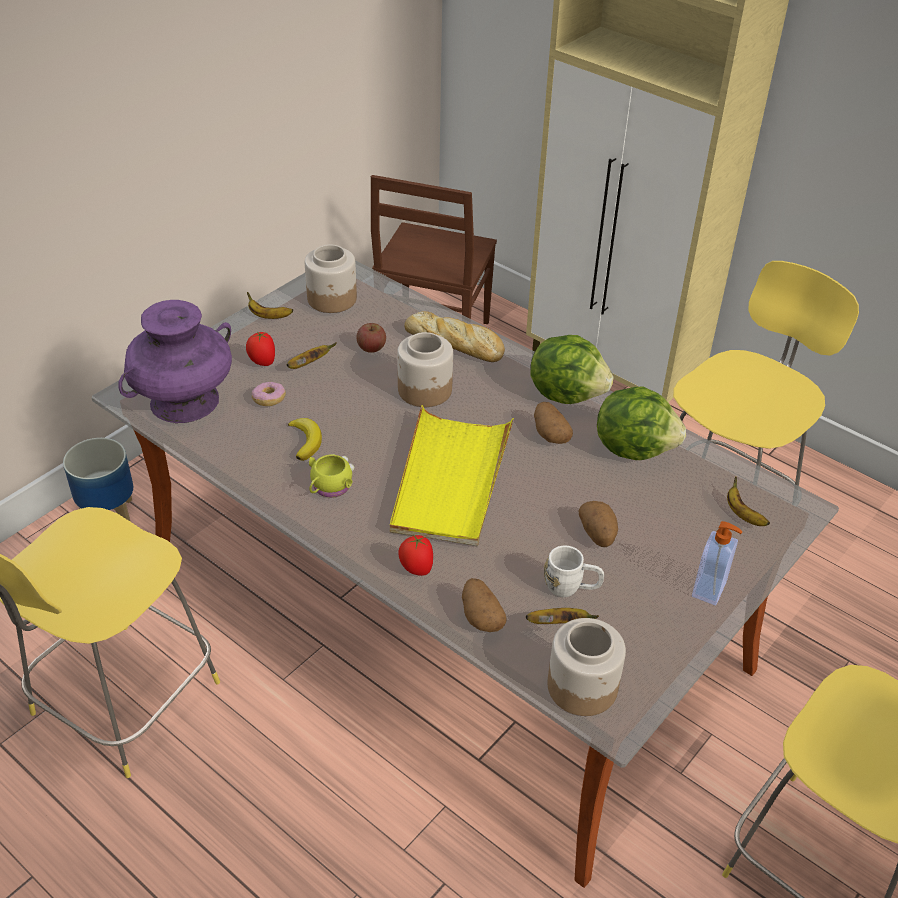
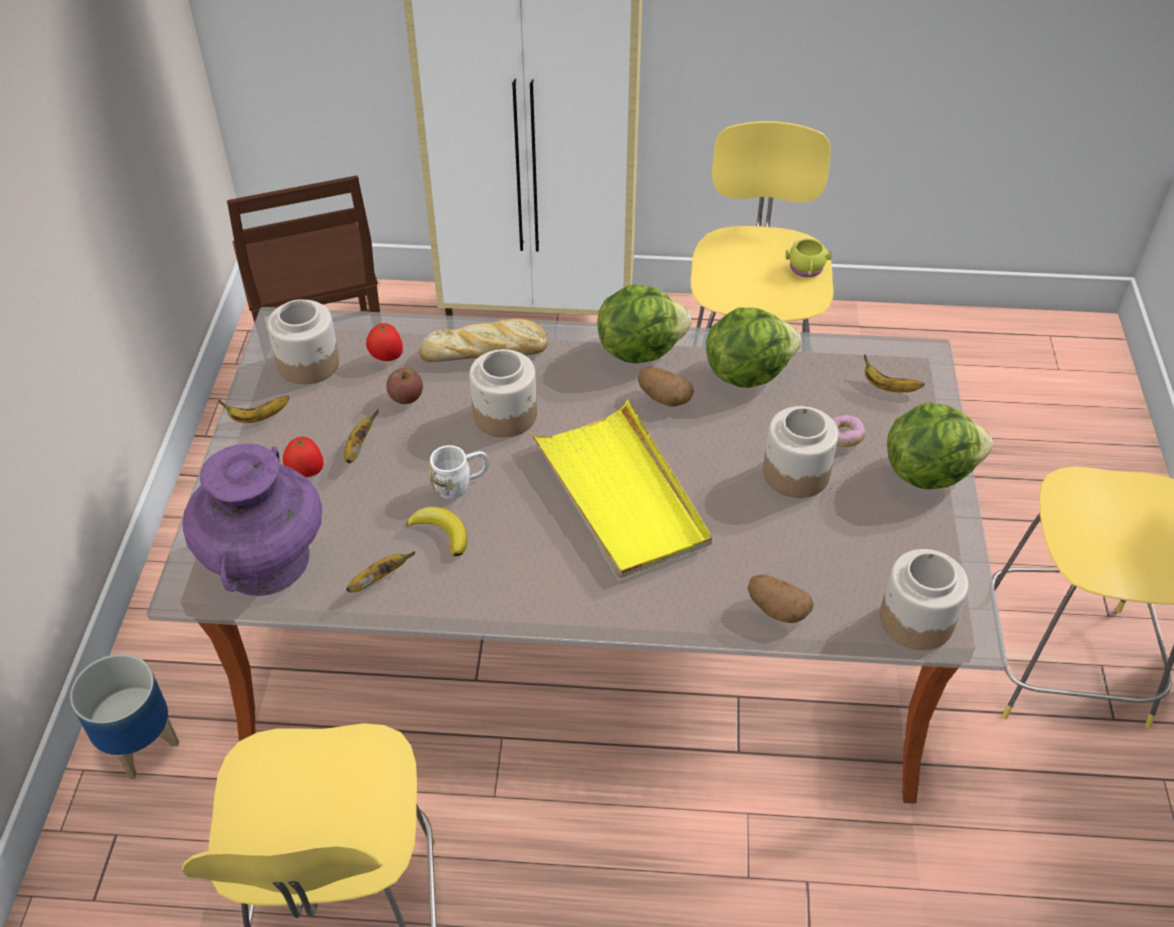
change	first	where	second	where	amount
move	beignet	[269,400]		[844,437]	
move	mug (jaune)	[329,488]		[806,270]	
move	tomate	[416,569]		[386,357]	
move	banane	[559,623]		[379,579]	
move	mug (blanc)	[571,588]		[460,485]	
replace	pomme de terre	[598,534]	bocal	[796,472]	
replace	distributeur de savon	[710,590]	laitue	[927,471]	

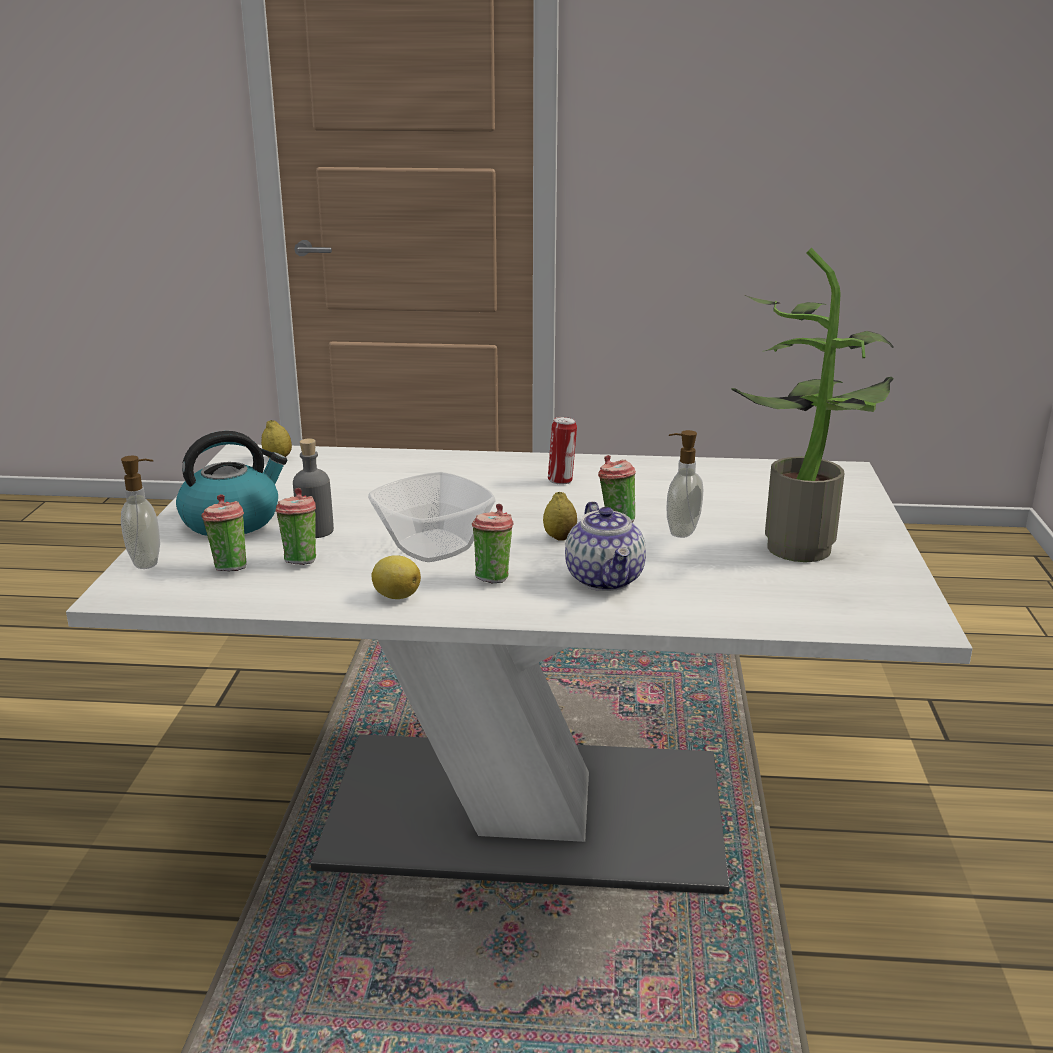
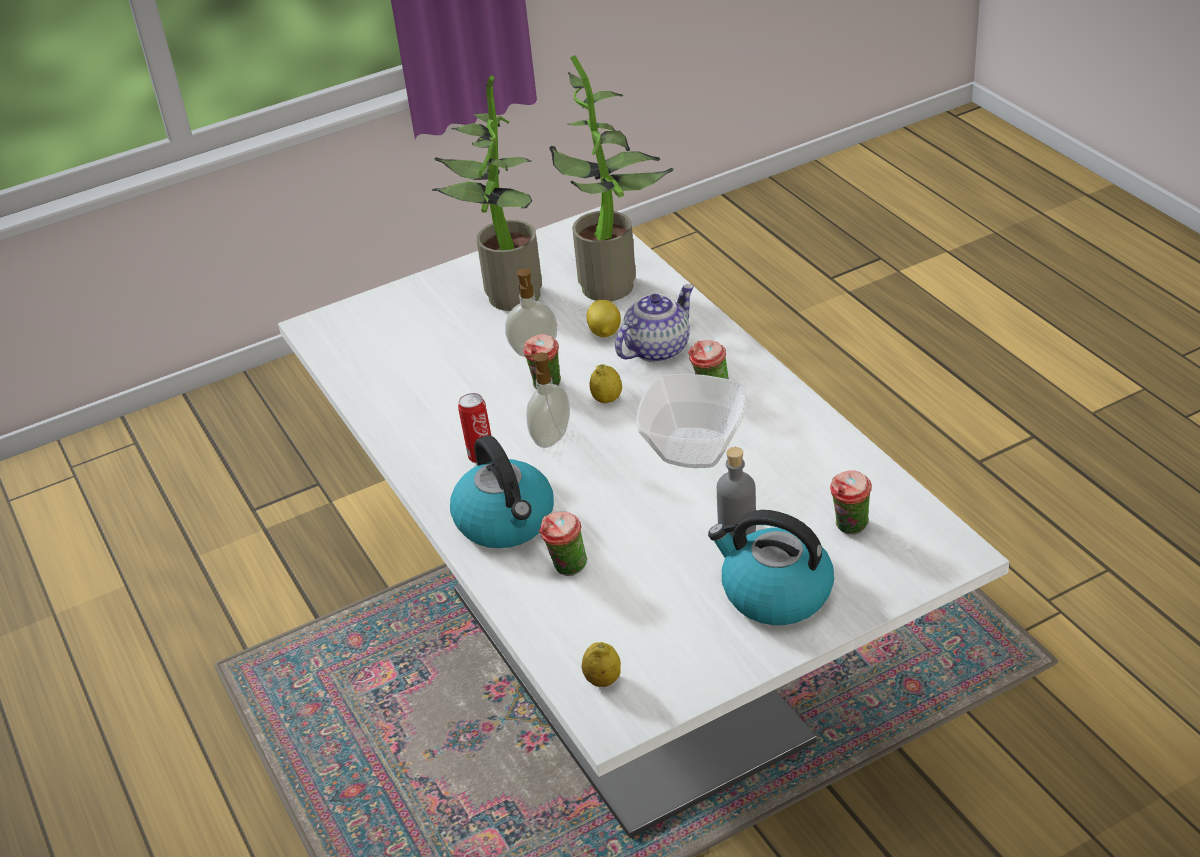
change	first	where	second	where	amount
insert			bouilloire	[506,522]	
insert			plante en pot	[616,284]	
move	distributeur de savon	[147,562]		[550,437]	
move	tasse	[300,560]		[566,570]	
move	citron	[395,595]		[604,333]	

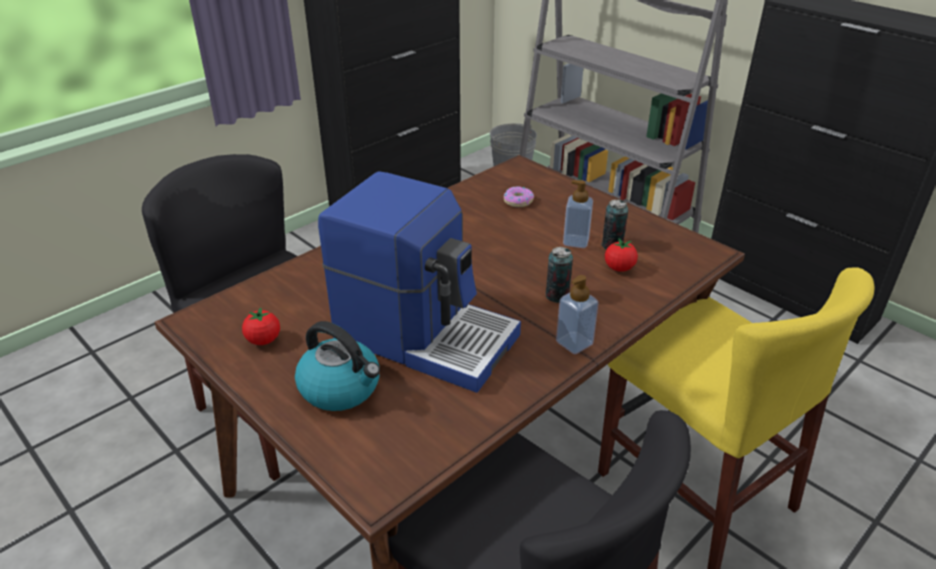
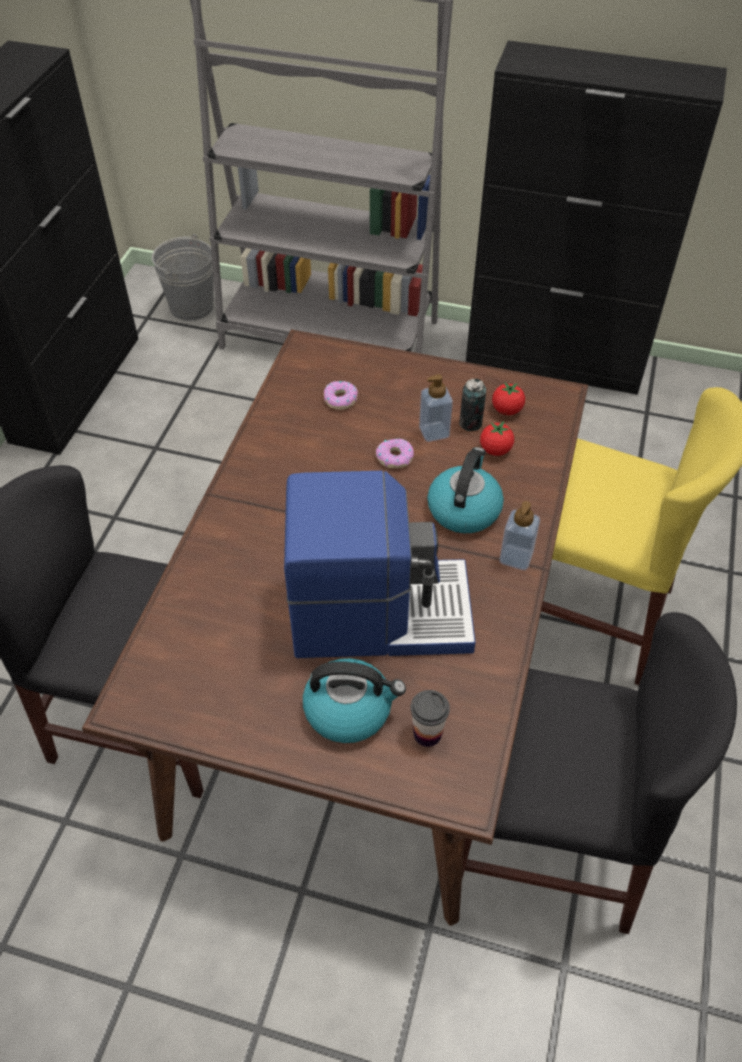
change	first	where	second	where	amount
insert			beignet	[394,457]	
insert			tasse	[427,733]	
move	tomate	[263,340]		[507,410]	
replace	boîte métallique	[557,296]	bouilloire	[464,509]	

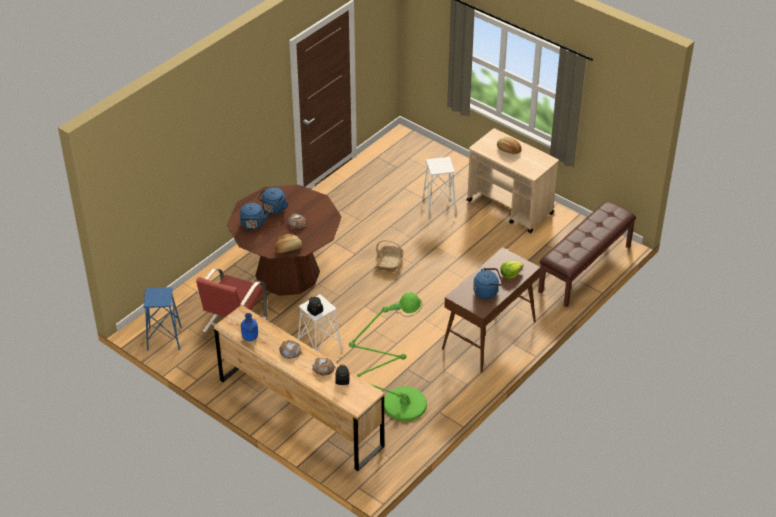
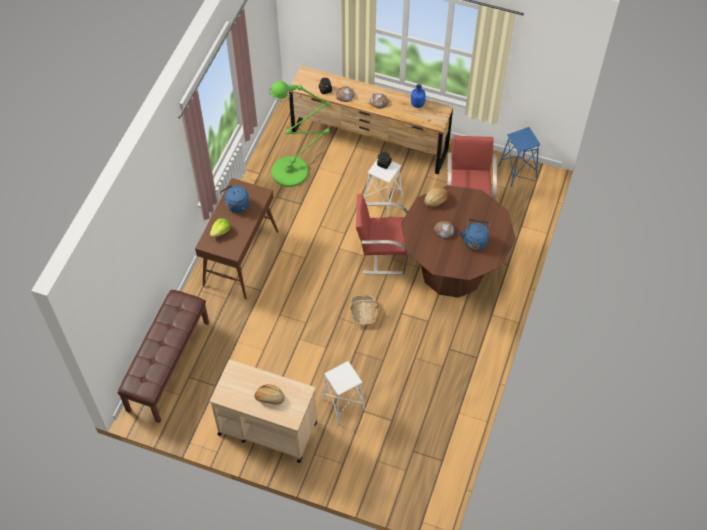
change	first	where	second	where	amount
delete	bouilloire (bleu)	[252,225]			
insert			chaise (rouge)	[382,253]	

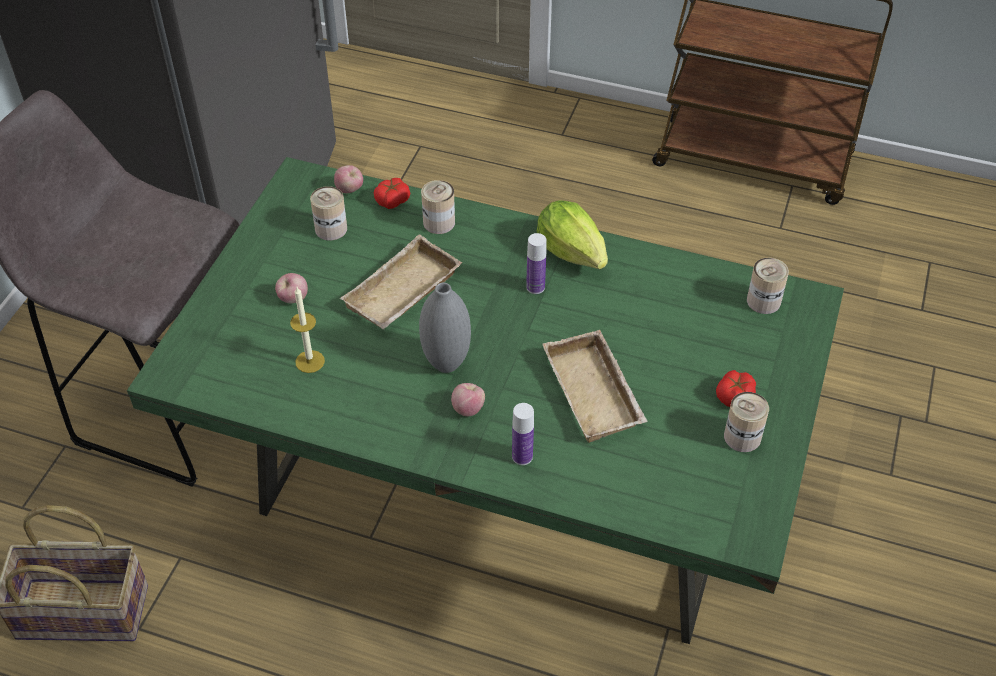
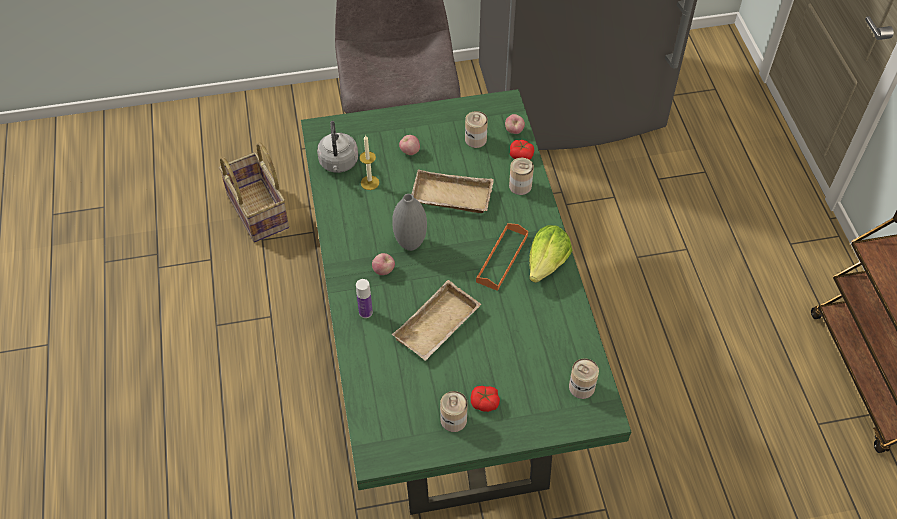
change	first	where	second	where	amount
insert			bouilloire (gris)	[339,163]	
replace	bouteille	[535,287]	plateau (orange)	[502,258]	

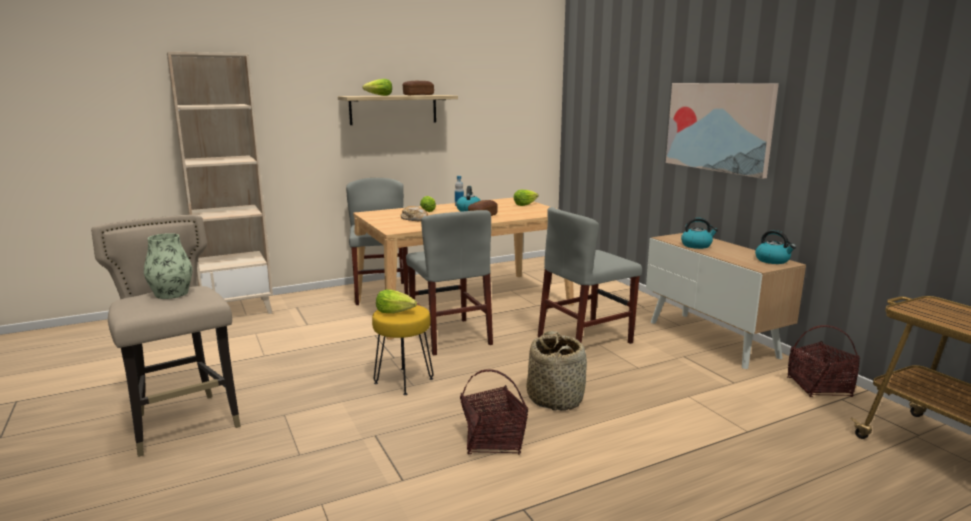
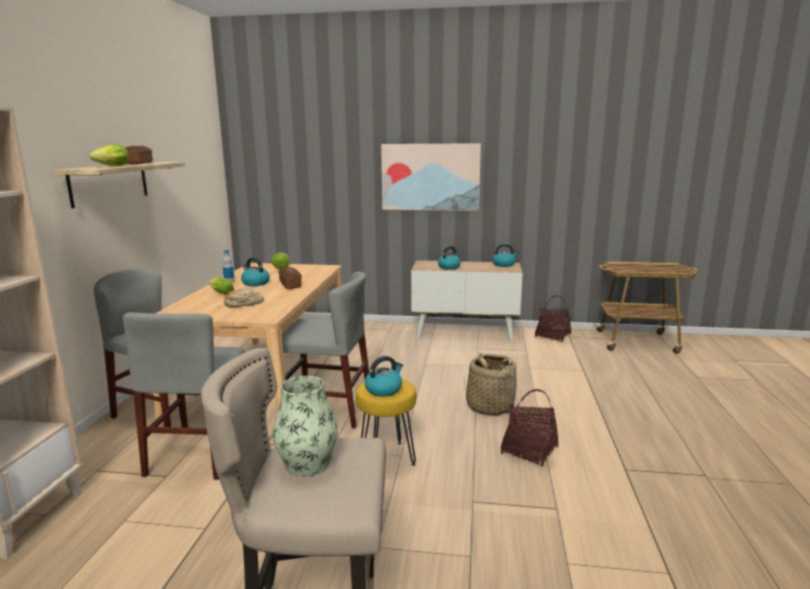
change	first	where	second	where	amount
move	chaise (gris)	[585,339]		[199,452]	
replace	laitue	[395,312]	bouilloire	[384,389]	

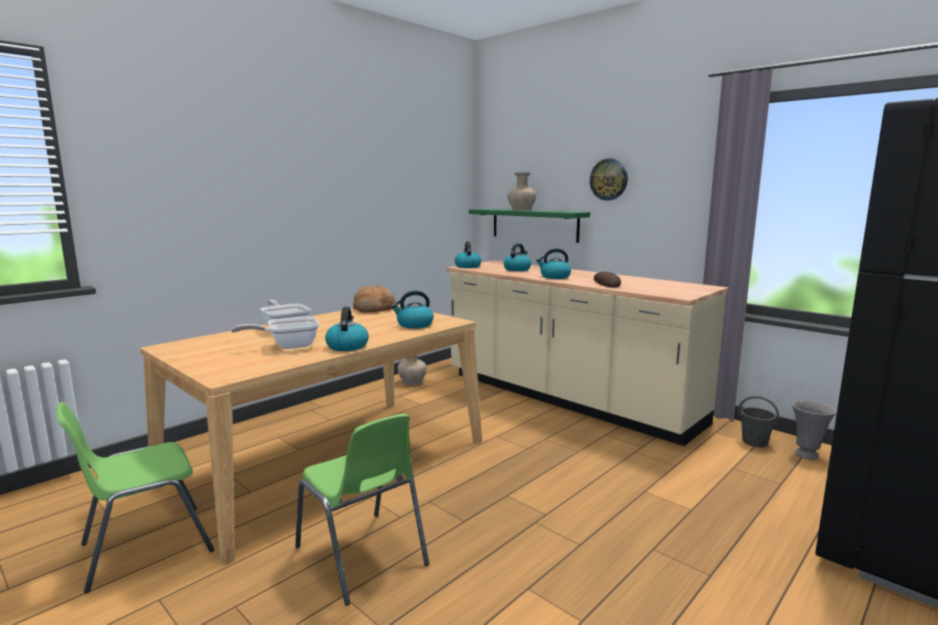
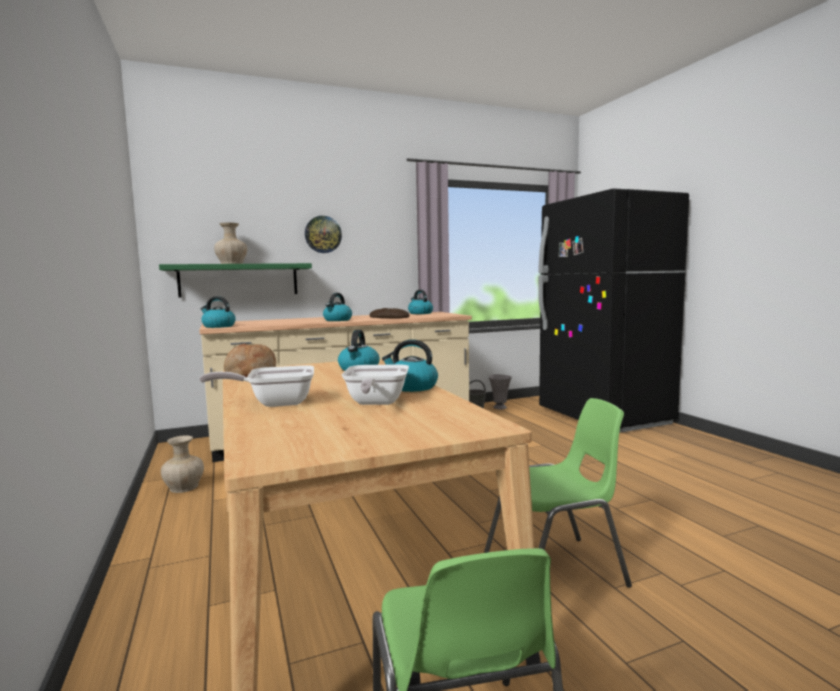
change	first	where	second	where	amount
move	bouilloire	[517,269]		[420,313]	

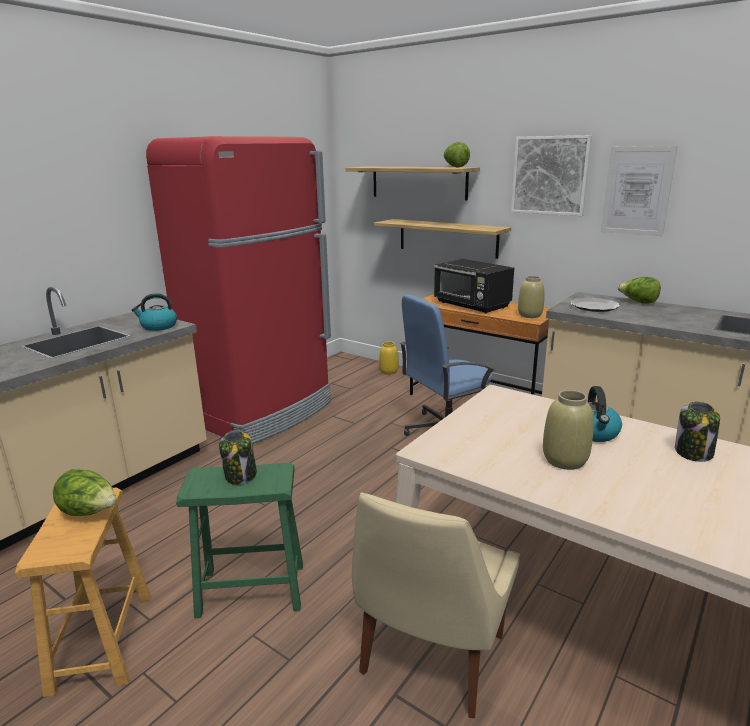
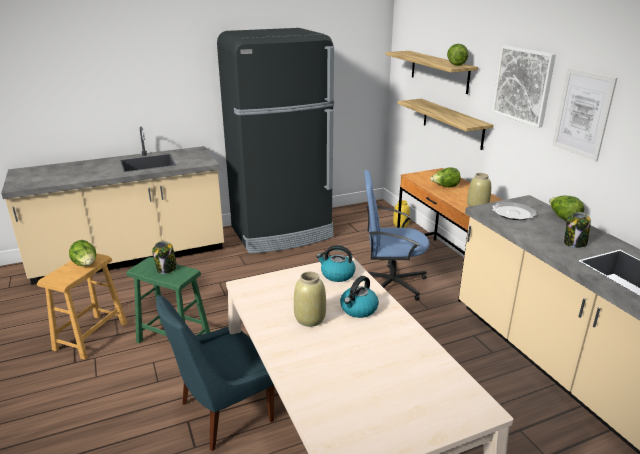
change	first	where	second	where	amount
move	bouilloire	[158,326]		[337,275]	
move	bocal	[693,453]		[574,243]	
replace	micro-ondes (noir)	[472,305]	laitue	[445,187]	
recolor	réfrigérateur (rouge)	[263,412]	réfrigérateur (noir)	[282,233]	
recolor	chaise (beige)	[430,658]	chaise (bleu)	[223,413]	

